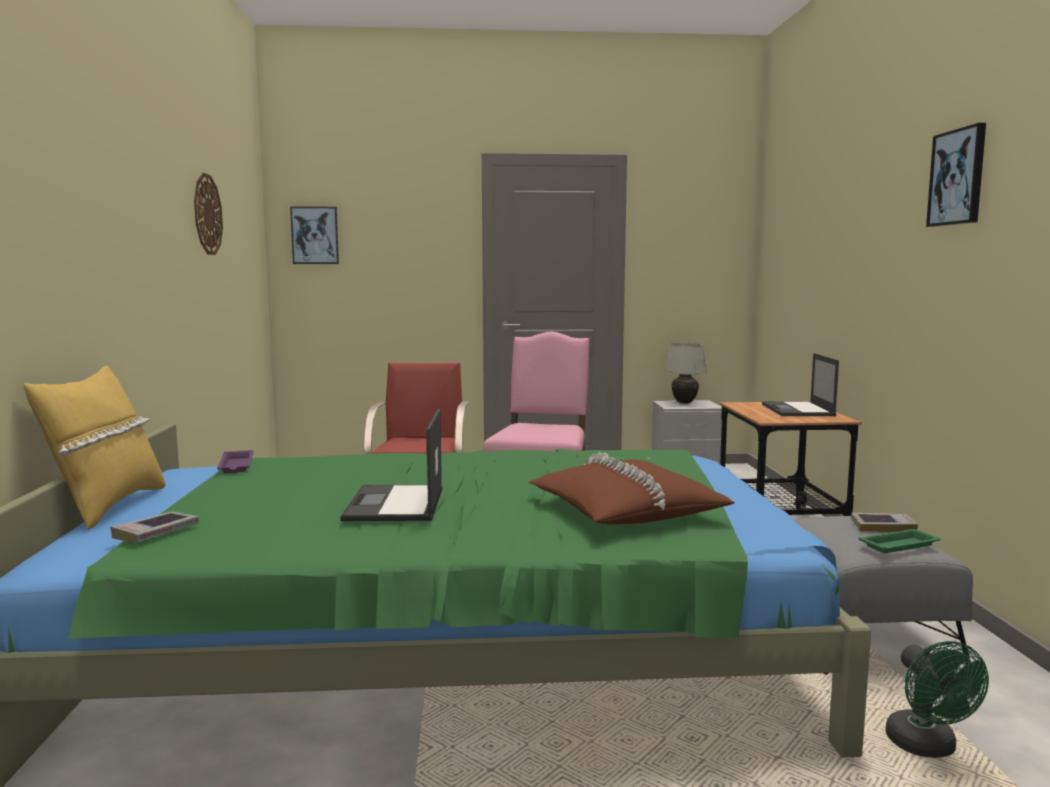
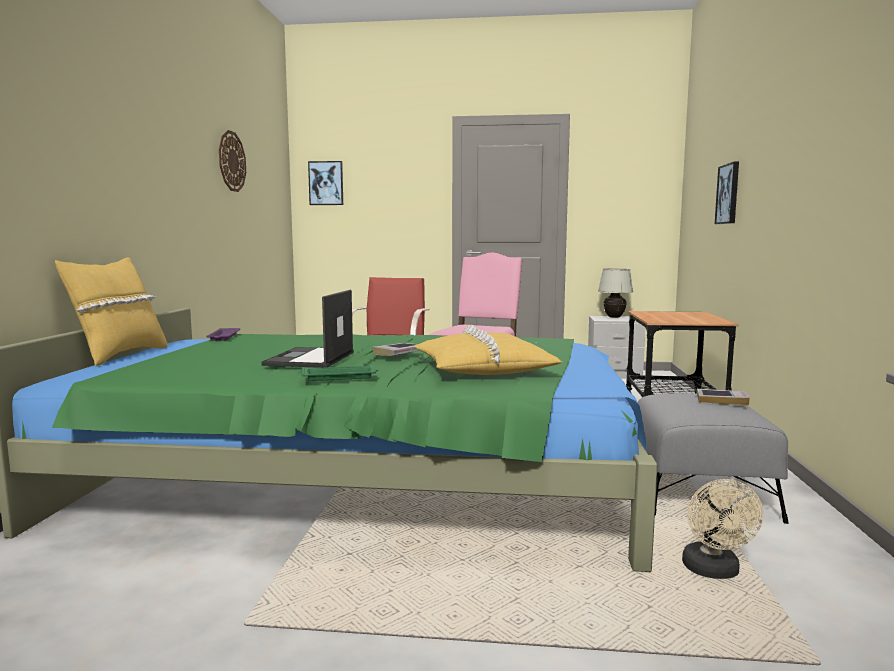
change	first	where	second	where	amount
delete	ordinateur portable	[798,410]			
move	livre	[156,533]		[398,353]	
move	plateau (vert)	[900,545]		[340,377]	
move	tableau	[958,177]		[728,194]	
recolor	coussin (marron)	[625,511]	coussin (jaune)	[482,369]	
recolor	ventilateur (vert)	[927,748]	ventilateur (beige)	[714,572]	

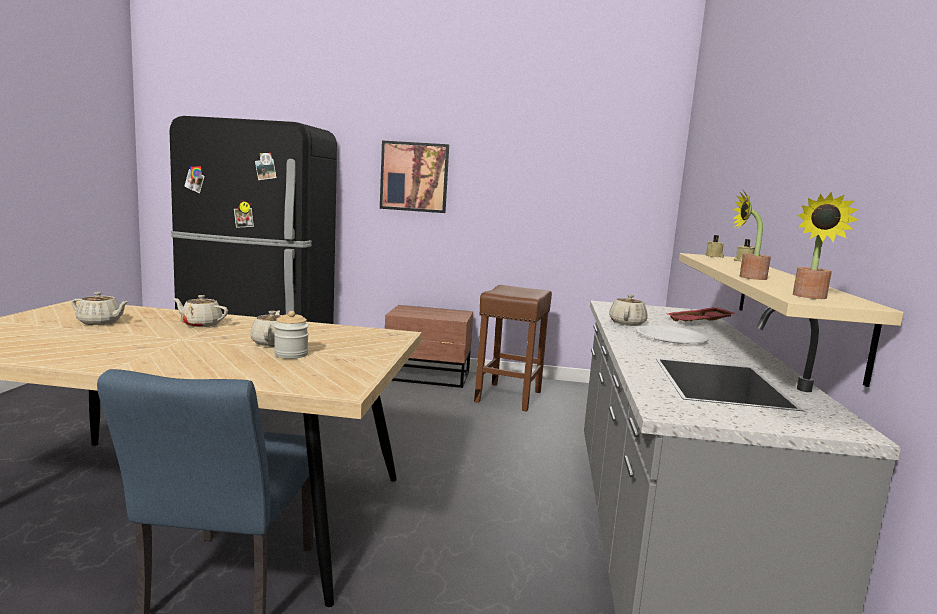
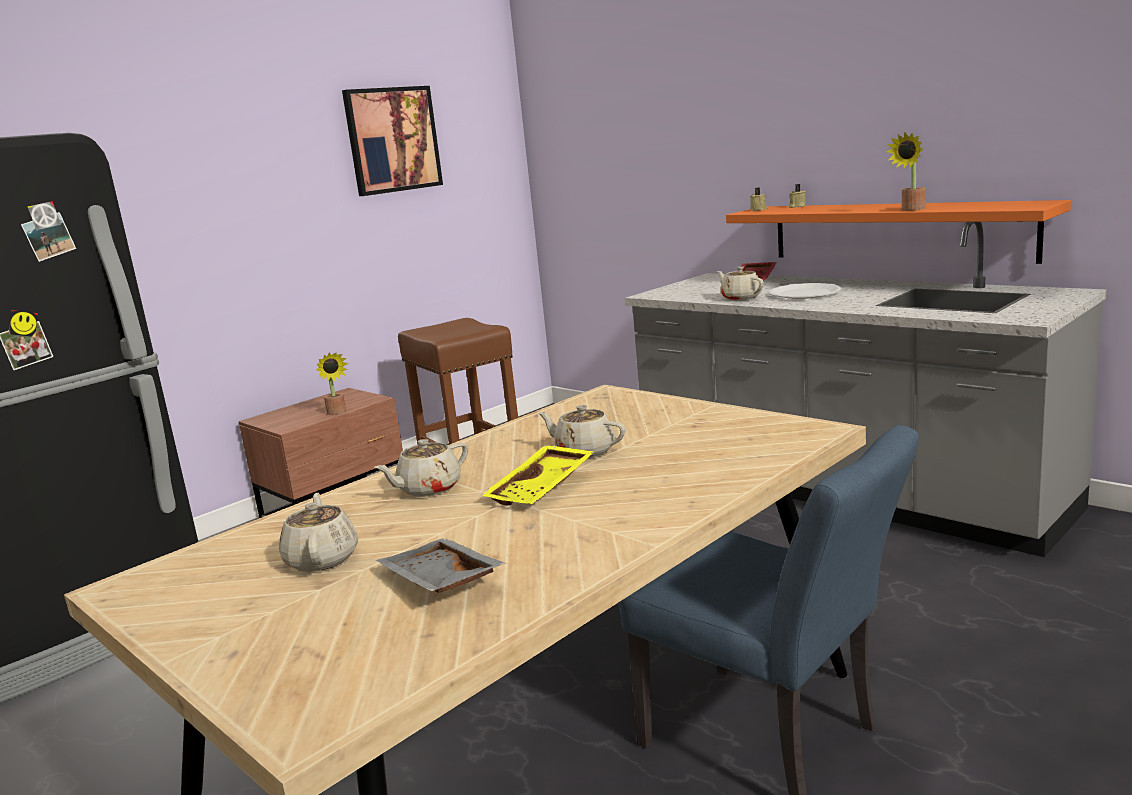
change	first	where	second	where	amount
delete	bocal	[291,354]			
insert			plateau (gris)	[438,582]	
insert			plateau (jaune)	[542,489]	
move	tableau	[414,177]		[392,140]	
move	plante en pot	[810,297]		[337,412]	
recolor	étagère (beige)	[794,308]	étagère (orange)	[897,232]	
rotate	théière (beige)	[100,322]		[322,559]	60 degrees counterclockwise

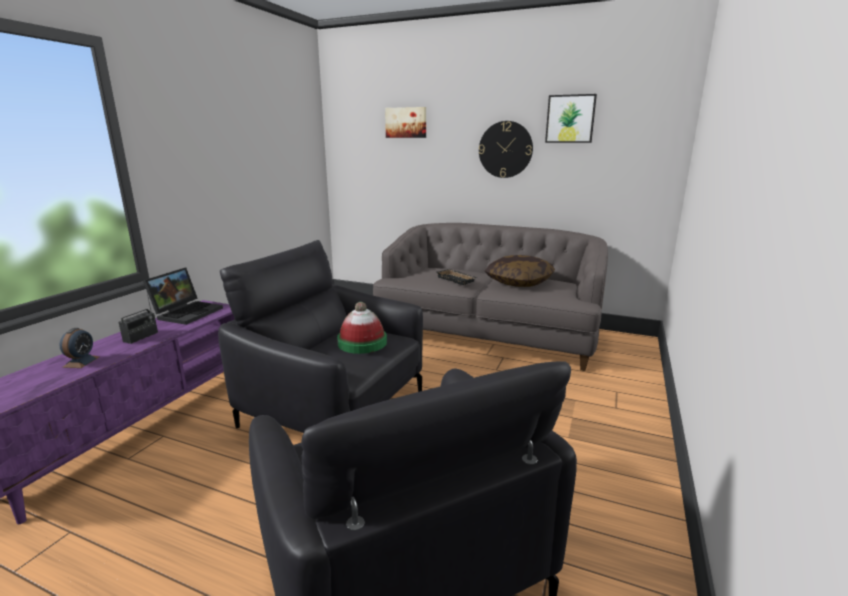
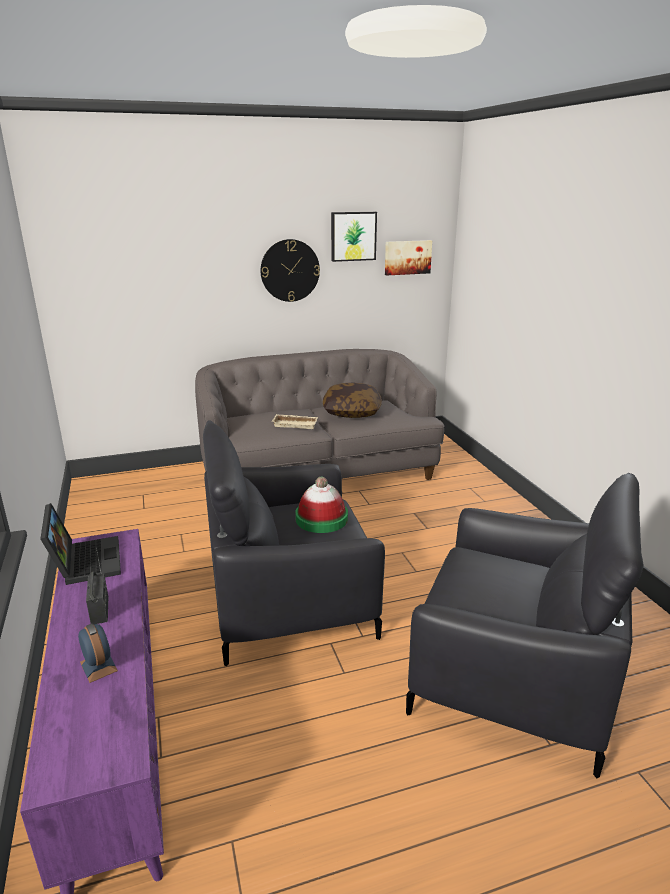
change	first	where	second	where	amount
move	tableau	[406,122]		[407,257]	
recolor	plateau (noir)	[457,279]	plateau (beige)	[296,424]	

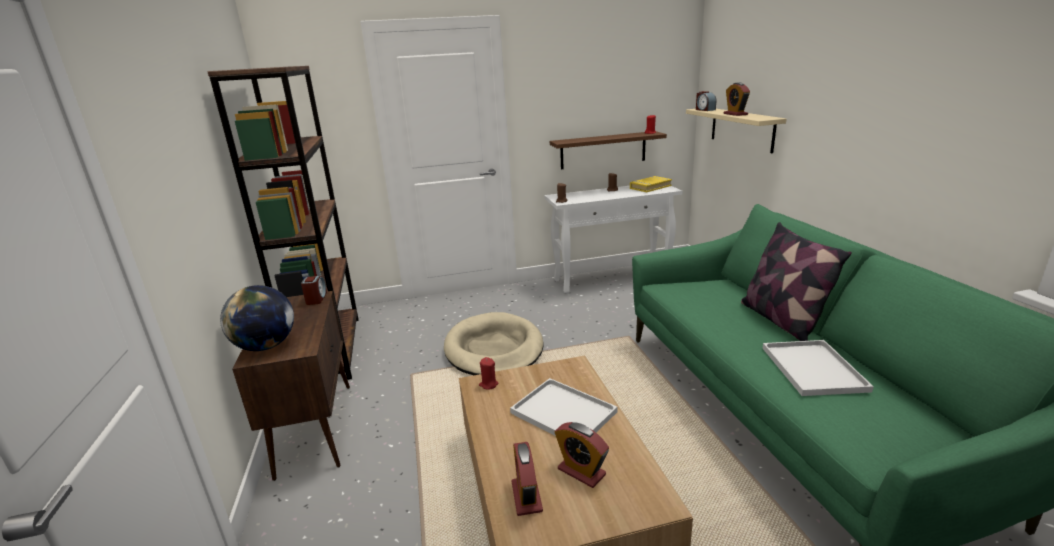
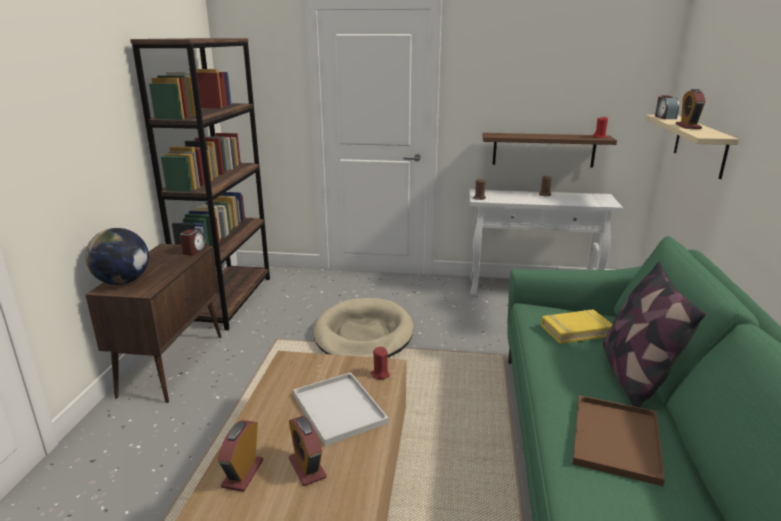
change	first	where	second	where	amount
move	bougie (rouge)	[488,384]		[380,374]	
move	livre (jaune)	[650,187]		[575,330]	
recolor	plateau (blanc)	[811,367]	plateau (marron)	[614,437]	

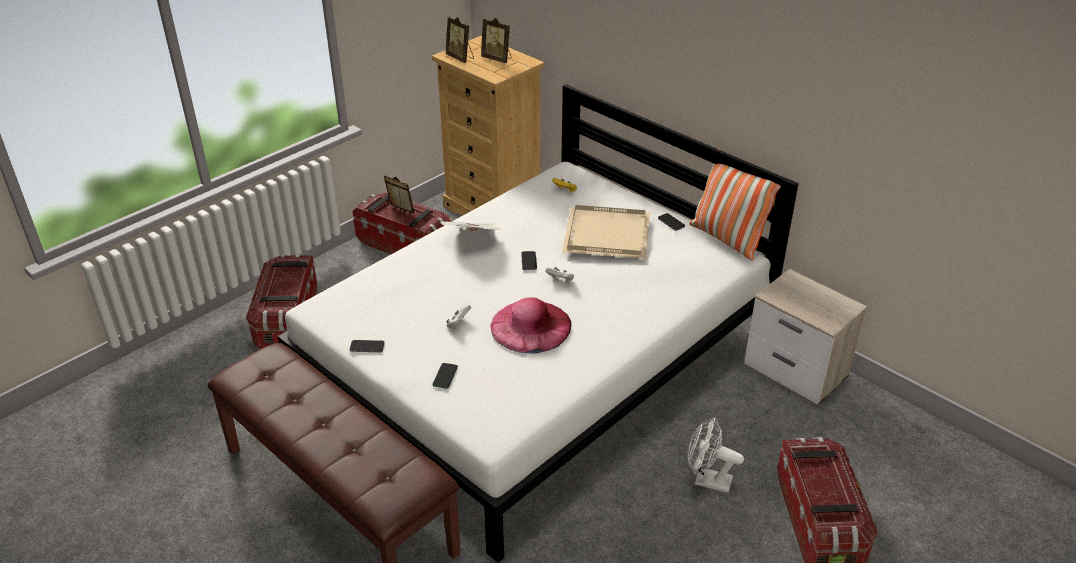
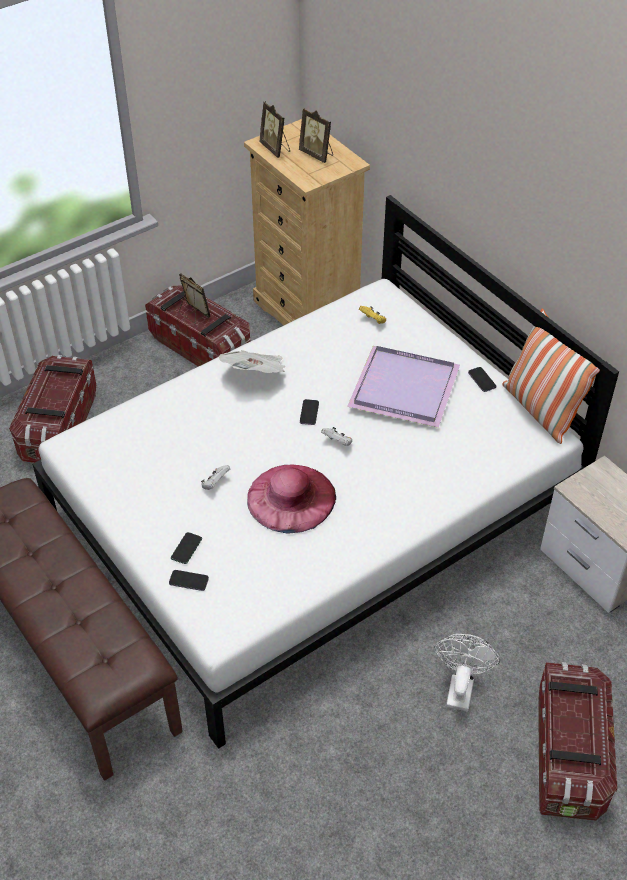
change	first	where	second	where	amount
move	téléphone	[367,347]		[189,581]	
recolor	plateau (beige)	[605,234]	plateau (violet)	[403,387]	
rotate	ventilateur (blanc)	[706,481]		[460,687]	75 degrees clockwise

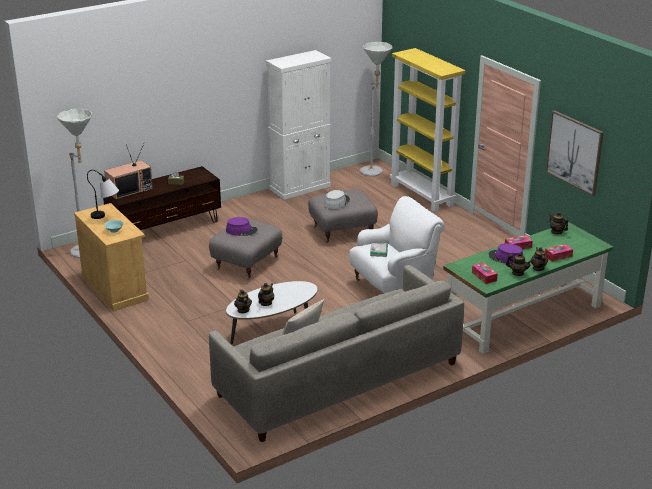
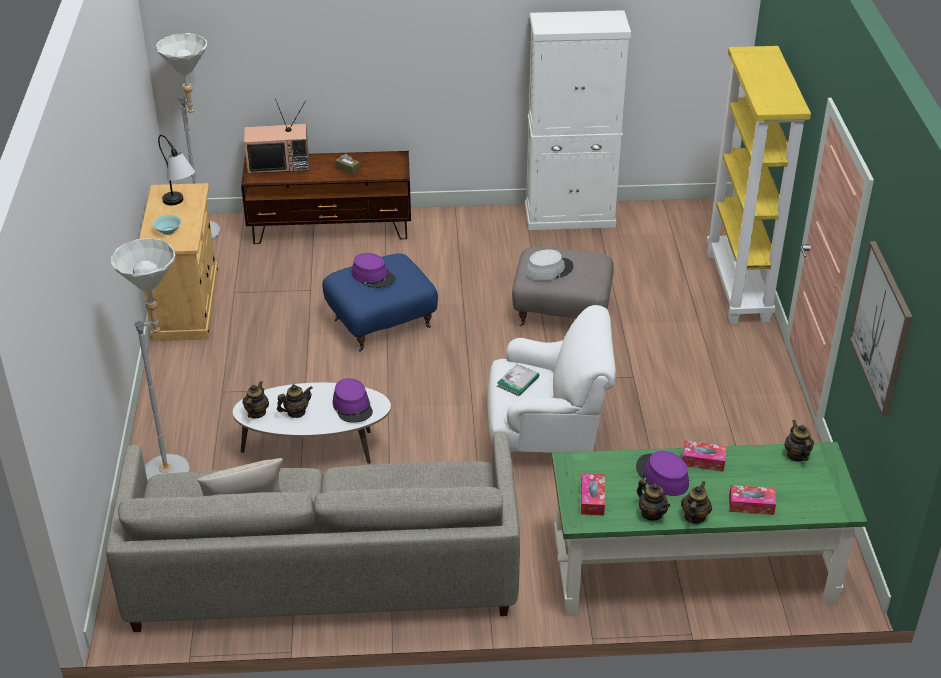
change	first	where	second	where	amount
insert			chapeau (violet)	[352,406]	
move	lampadaire (gris)	[373,169]		[176,469]	
recolor	pouf (gris)	[246,263]	pouf (bleu)	[381,323]	

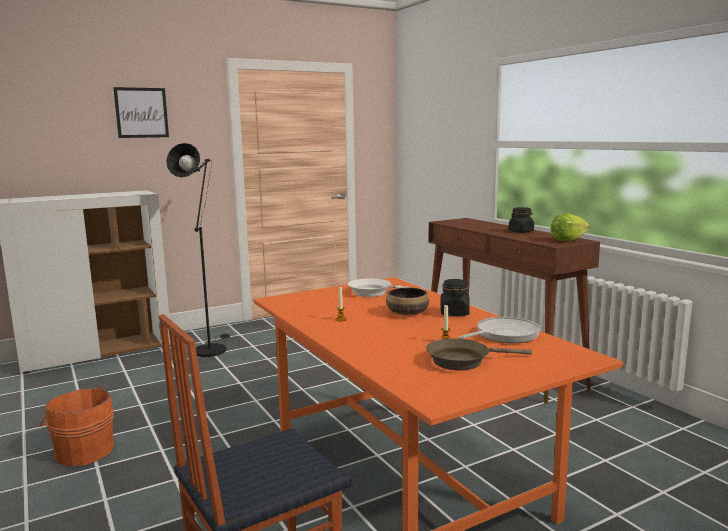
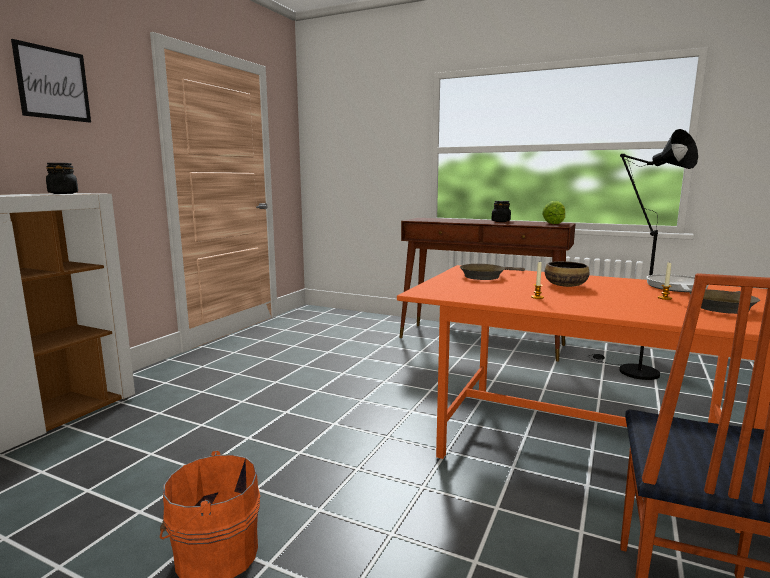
change	first	where	second	where	amount
move	lampadaire (noir)	[211,348]		[631,370]	
move	bocal (noir)	[454,313]		[63,193]	
recolor	poêle (blanc)	[374,292]	poêle (marron)	[485,276]	

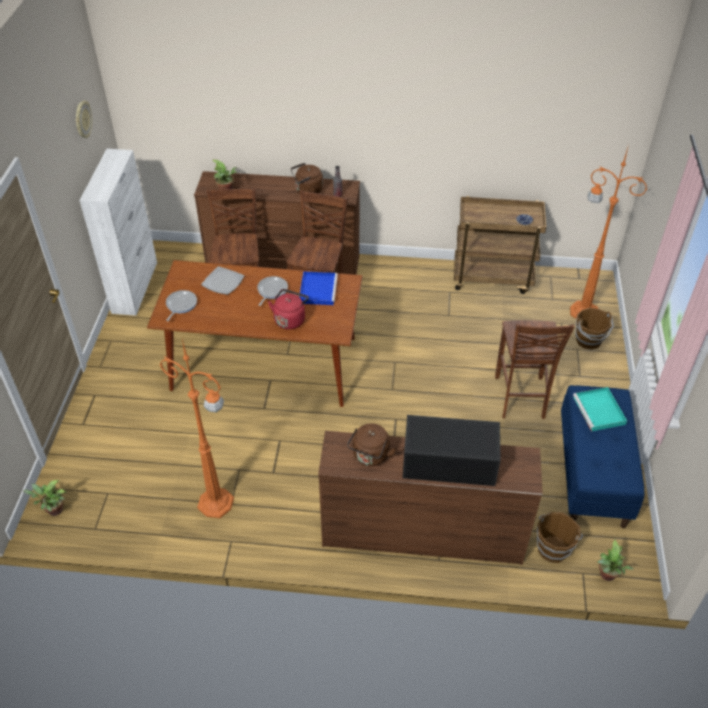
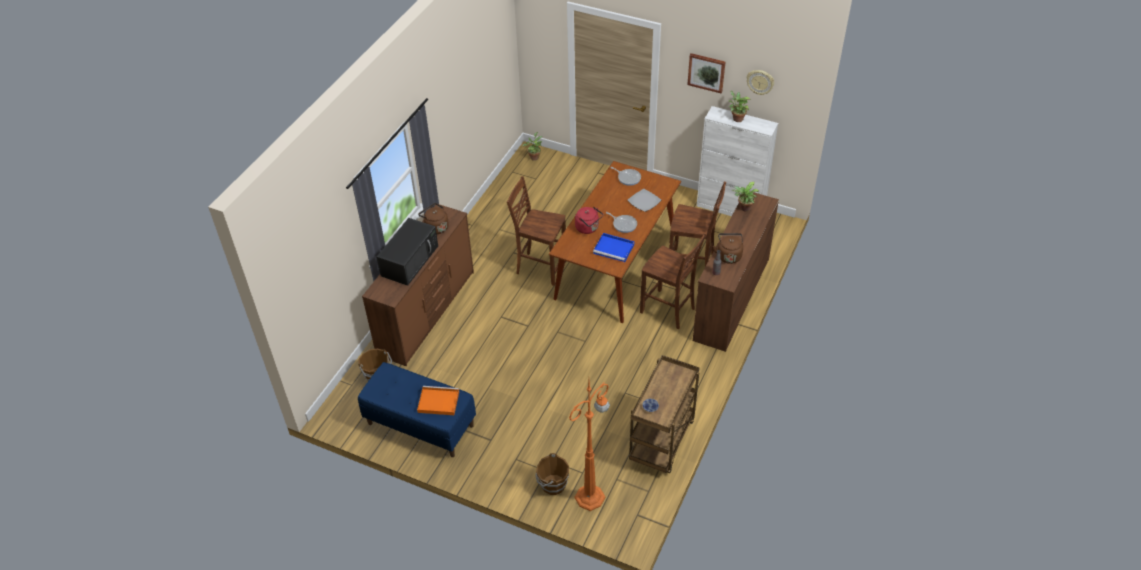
change	first	where	second	where	amount
delete	lampadaire (orange)	[217,504]			
insert			tableau	[706,72]	
move	chaise (marron)	[520,398]		[540,267]	
move	plante en pot	[607,576]		[736,118]	
recolor	plateau (turquoise)	[600,411]	plateau (orange)	[437,402]	

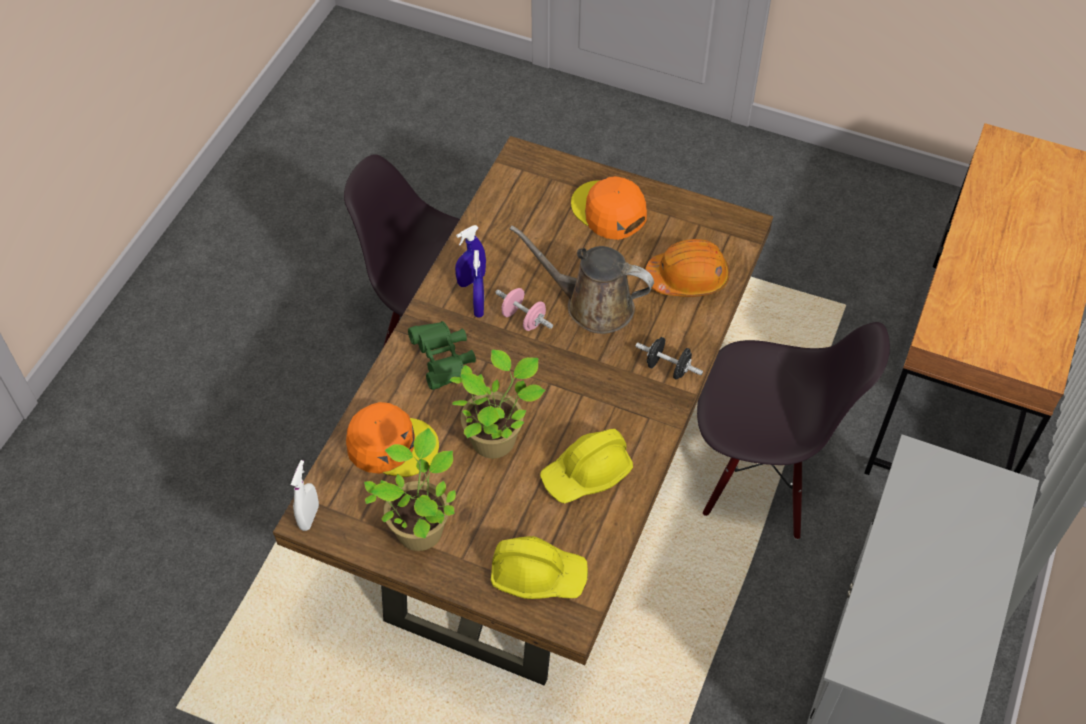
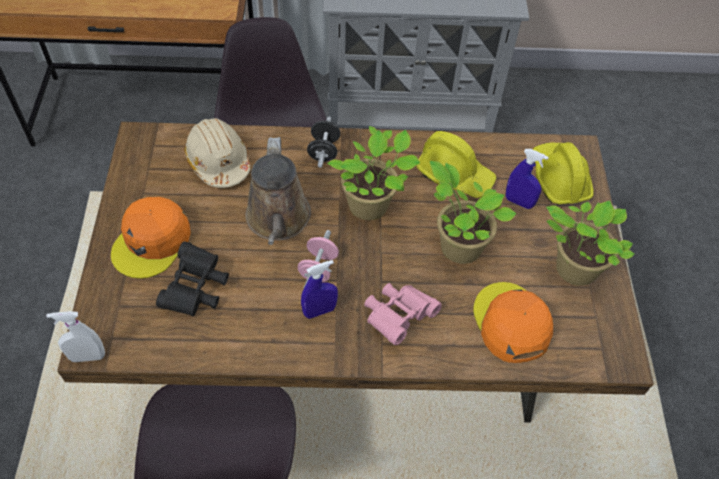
change	first	where	second	where	amount
insert			jumelles (noir)	[196,289]	
insert			plante en pot	[371,206]	
move	vaporisateur (blanc)	[309,517]		[87,357]	
move	vaporisateur (bleu)	[471,280]		[519,202]	
recolor	jumelles (vert)	[443,361]	jumelles (rose)	[398,317]	
recolor	casque de chantier (orange)	[687,278]	casque de chantier (beige)	[218,161]	

